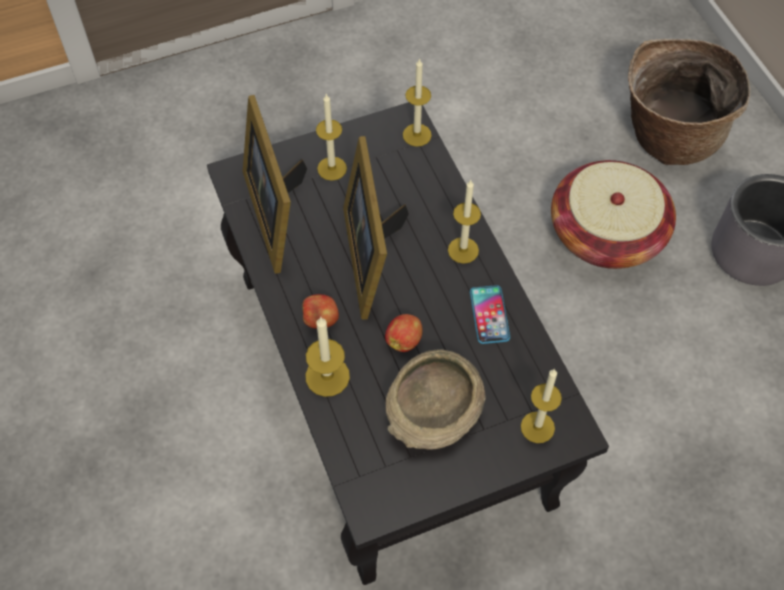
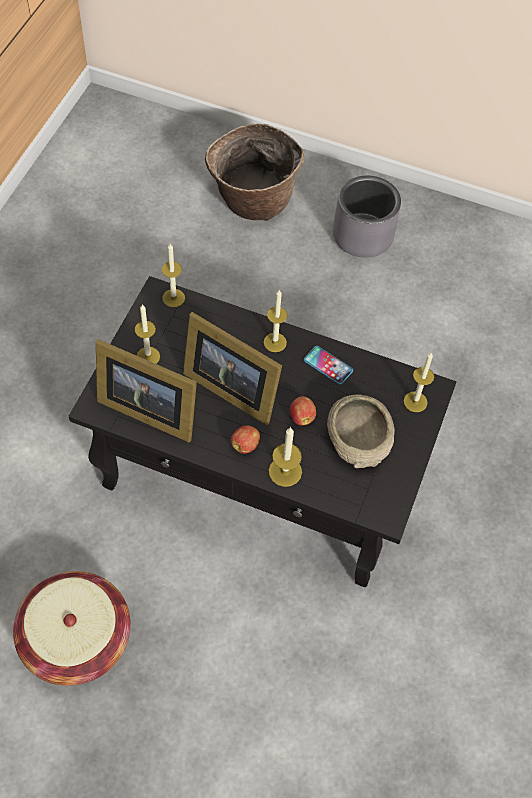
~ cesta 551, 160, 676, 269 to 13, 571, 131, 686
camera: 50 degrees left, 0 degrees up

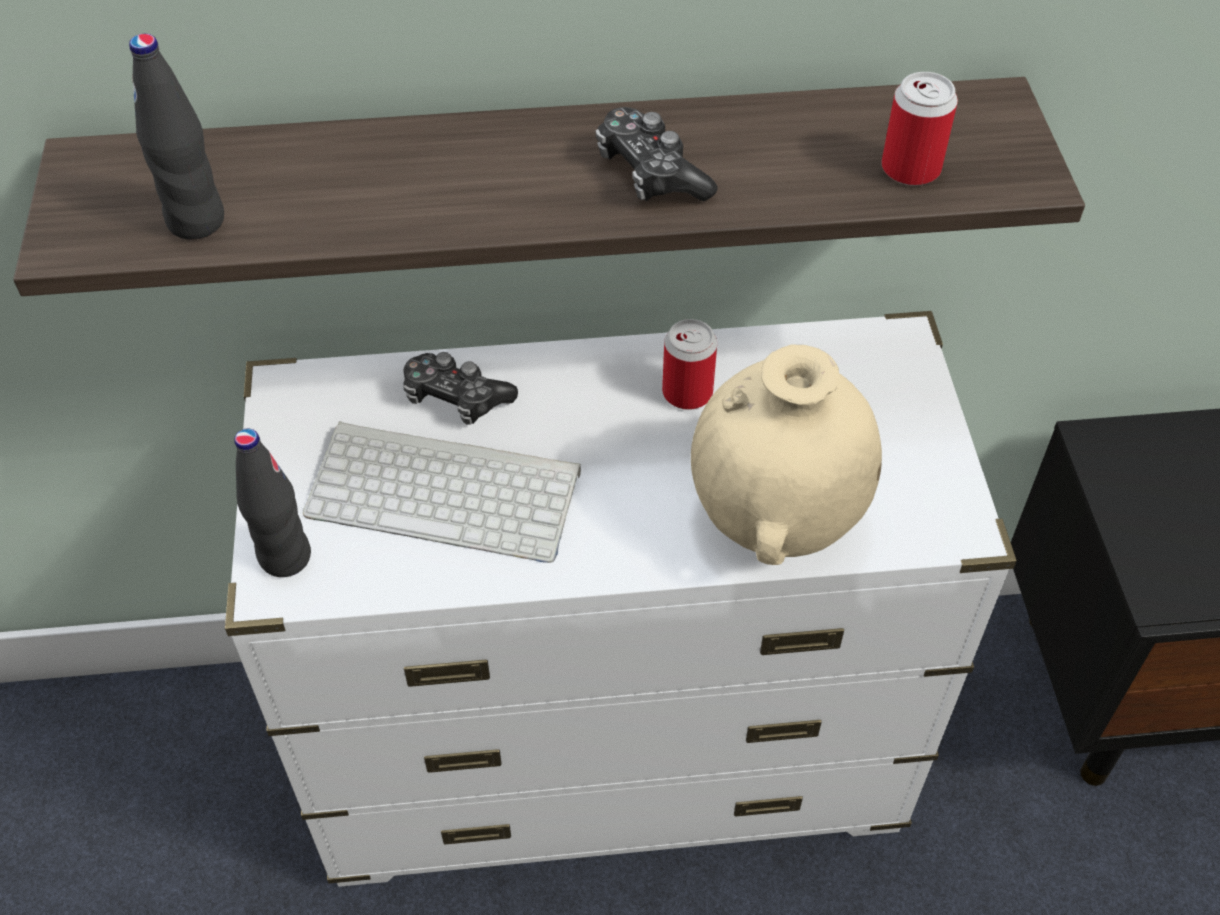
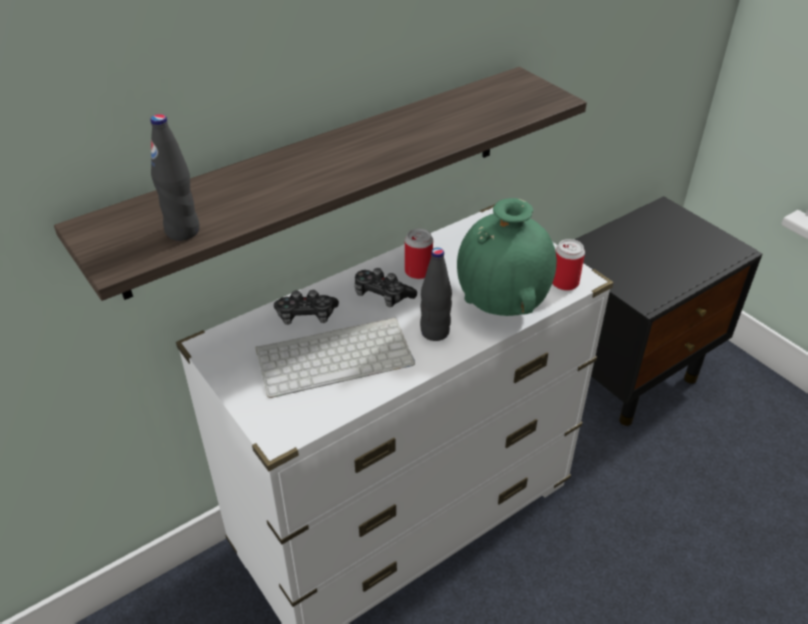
~ lata 881, 72, 958, 186 to 552, 239, 585, 291
~ mando de consola 596, 107, 718, 201 to 355, 268, 417, 307
~ florero (beis) 691, 345, 882, 565 to florero (verde) 457, 198, 557, 316
~ botella (negro) 234, 429, 311, 577 to 420, 248, 452, 341
camera: 30 degrees left, 10 degrees down

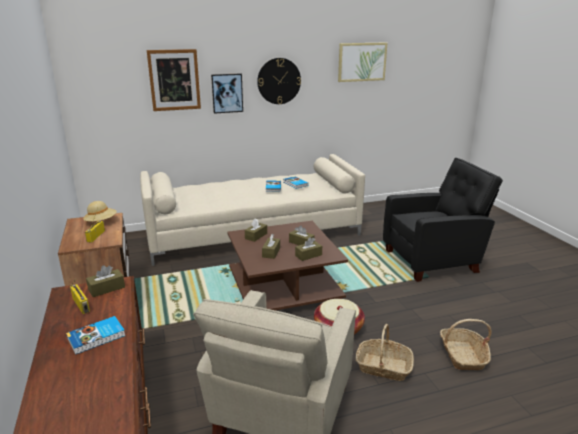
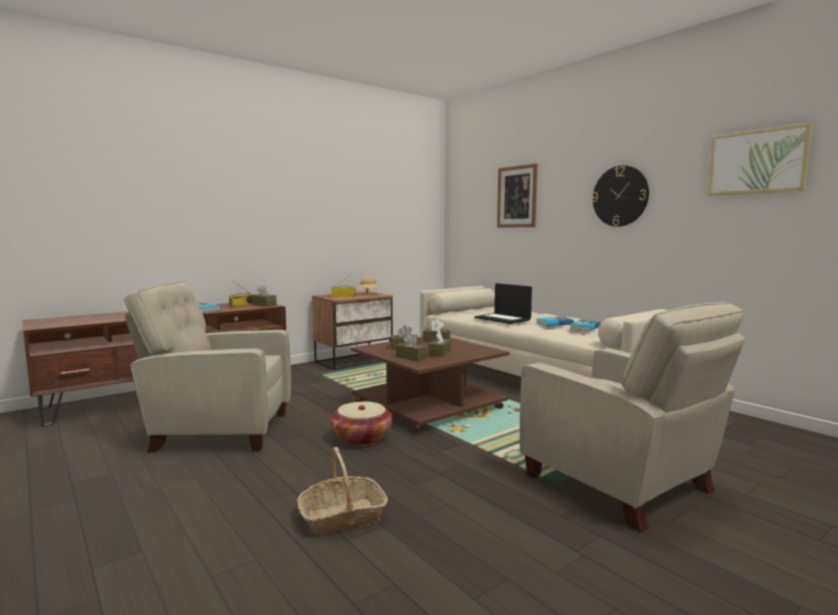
- cuadro 211, 73, 243, 114
~ sillón (negro) 383, 158, 503, 282 to sillón (beis) 520, 302, 745, 533
- cesta 356, 324, 414, 381
+ portátil 474, 283, 532, 324
camera: 70 degrees right, 15 degrees down

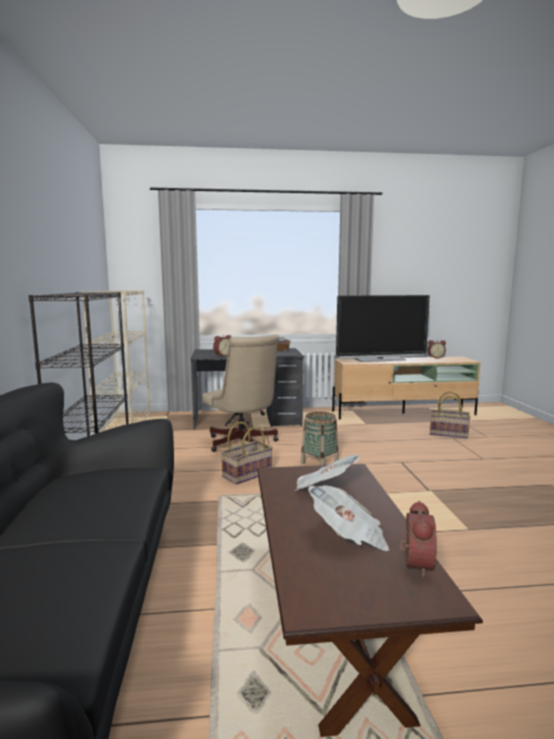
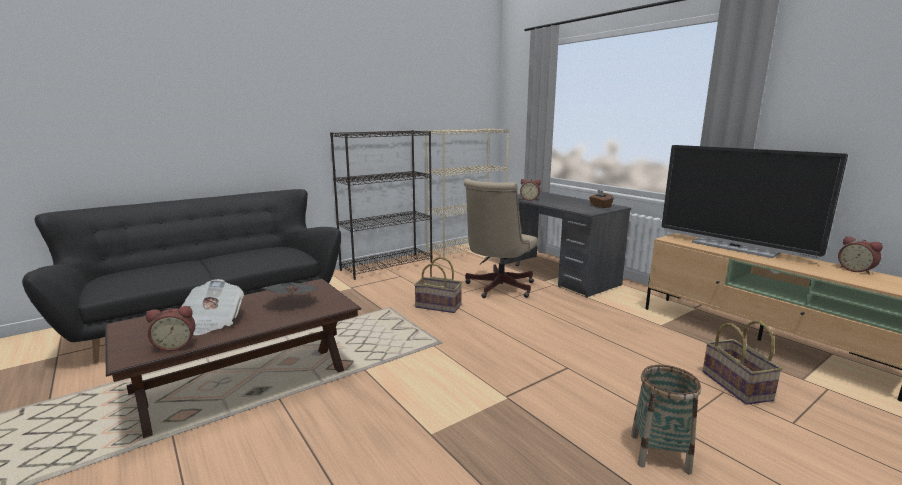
~ cesta 301, 412, 339, 465 to 631, 365, 701, 474
camera: 60 degrees right, 5 degrees up

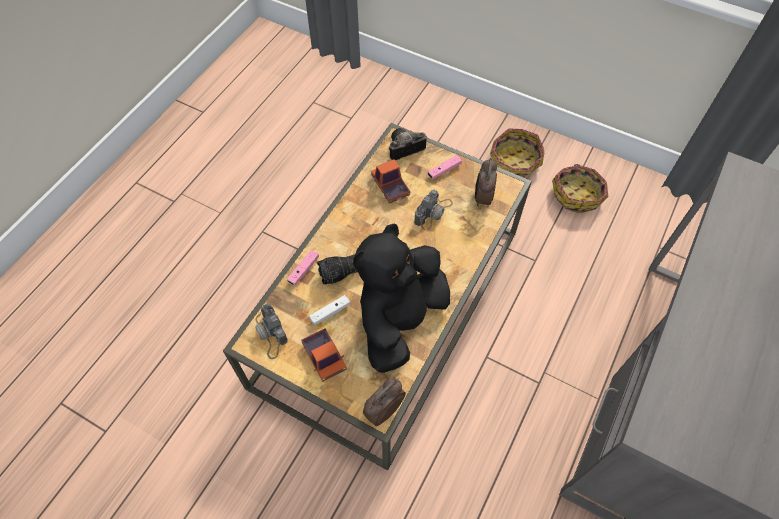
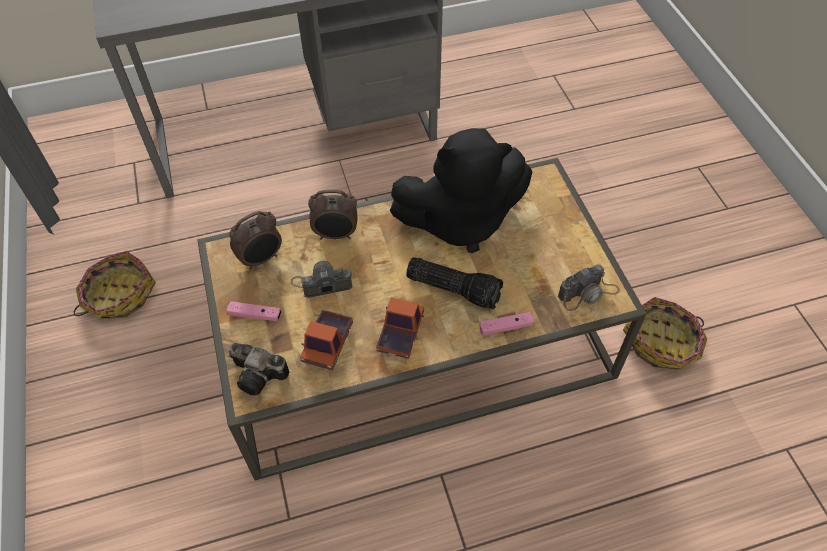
~ cesta 490, 128, 544, 176 to 623, 297, 707, 370
- mando de consola (blanco) 309, 295, 350, 325
~ cámara 255, 303, 288, 359 = 558, 265, 620, 311 45 degrees clockwise
~ camión de juguete 301, 328, 347, 382 to 376, 298, 424, 359
~ despertador 363, 378, 406, 426 to 308, 190, 358, 240
camera: 135 degrees left, 5 degrees down

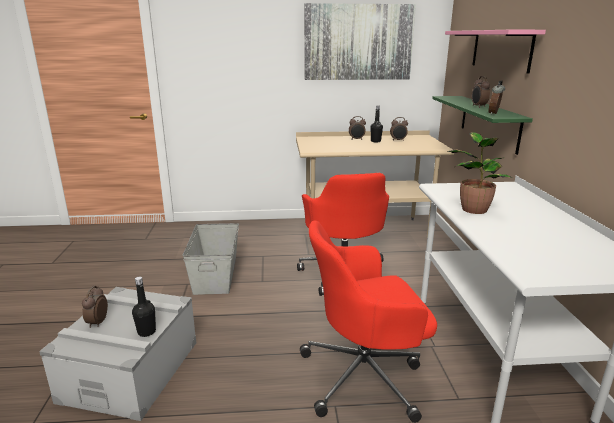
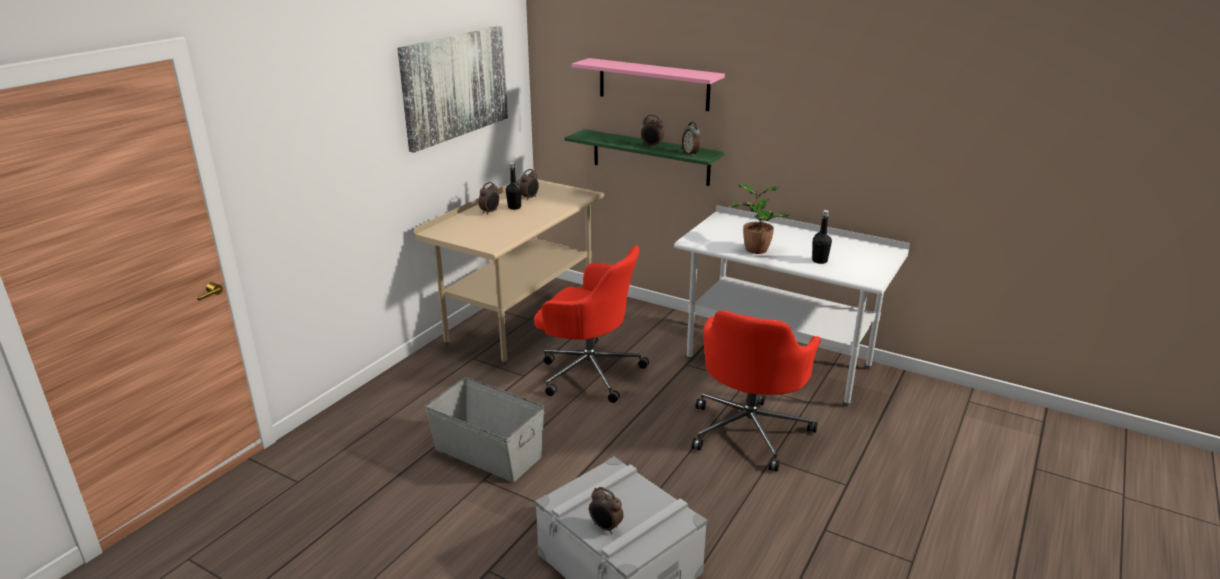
~ botella (negro) 132, 276, 156, 337 to 812, 210, 832, 264
camera: 55 degrees left, 5 degrees up

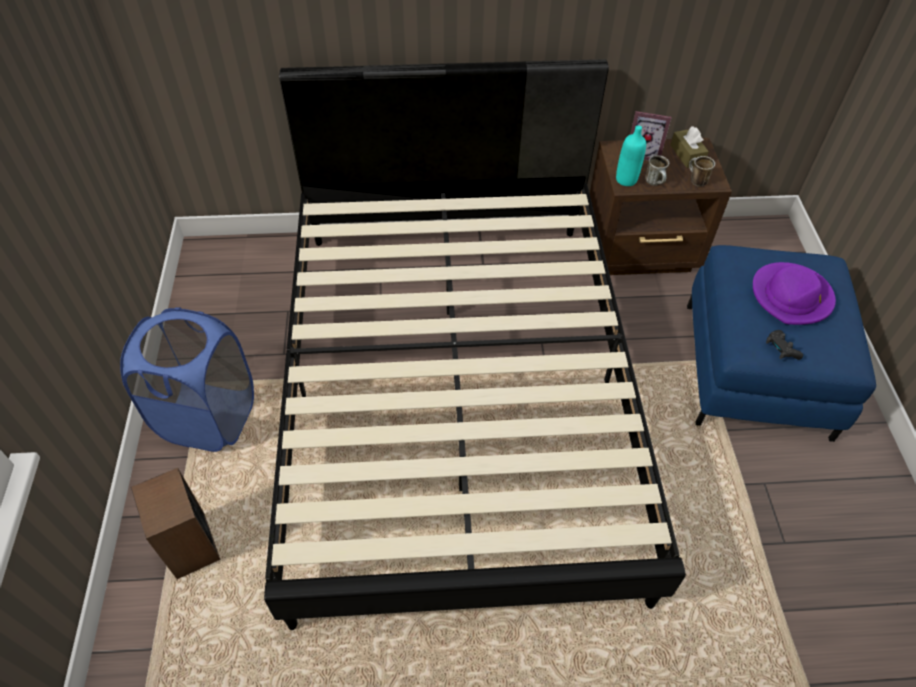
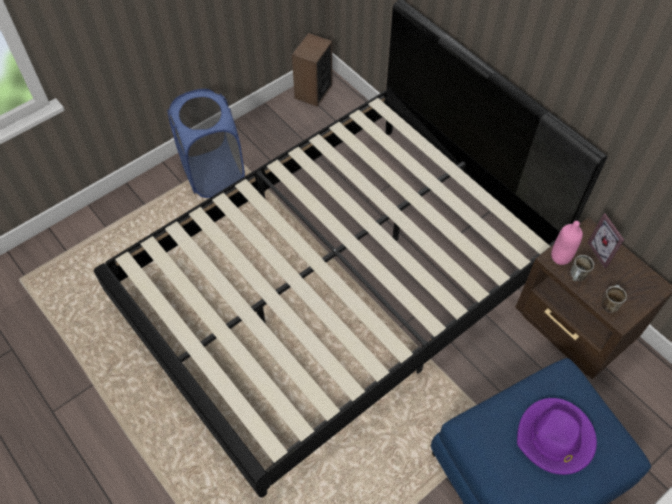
~ botella (turquesa) 616, 125, 646, 186 to botella (rosa) 551, 221, 583, 265
- caja de pañuelos (marrón) 671, 126, 709, 168
- mando de consola (negro) 766, 330, 803, 360
~ altavoz 131, 468, 221, 579 to 292, 33, 332, 107
camera: 55 degrees right, 5 degrees up

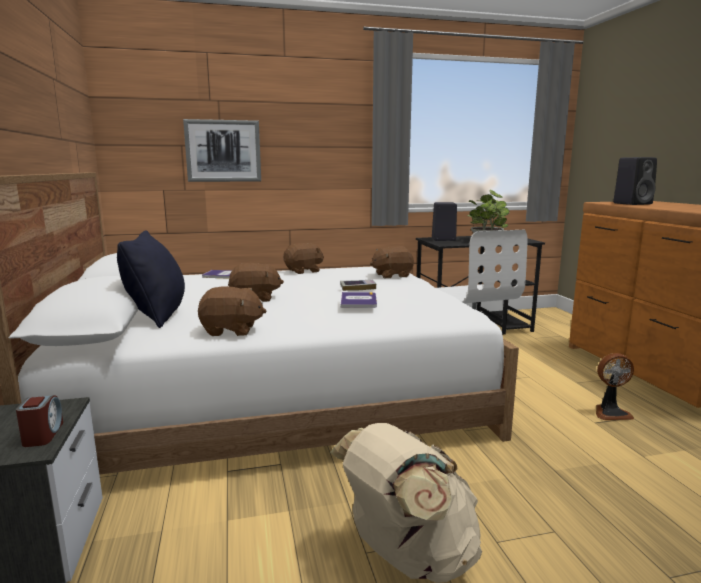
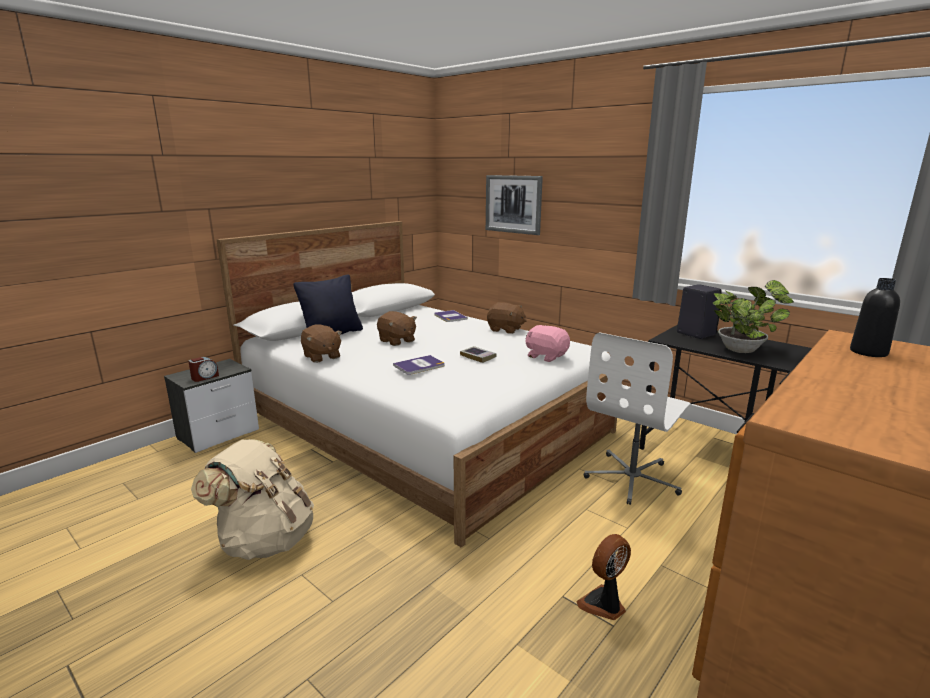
~ altavoz (negro) 613, 157, 657, 205 to botella (negro) 850, 278, 900, 357
~ peluche (marrón) 370, 246, 414, 279 to peluche (rosa) 525, 325, 570, 362
~ ventilador 596, 353, 634, 420 = 576, 534, 631, 620 90 degrees clockwise
camera: 55 degrees right, 5 degrees up

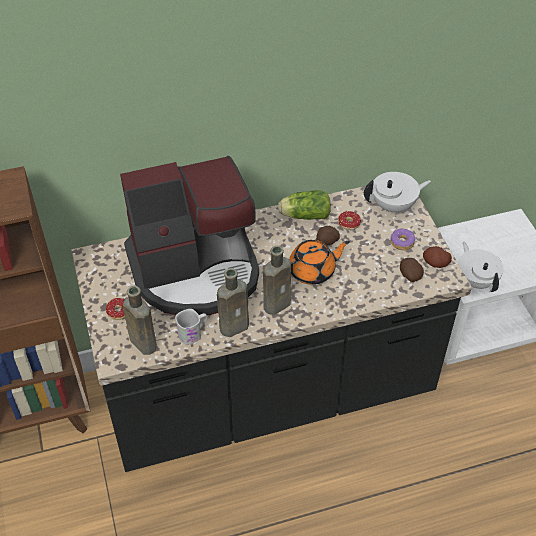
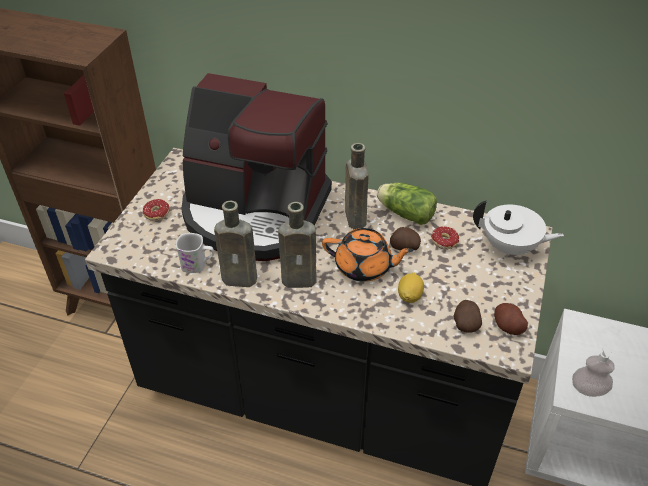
- rosquilla 391, 228, 415, 250
~ tetera (blanco) 458, 242, 504, 292 to dispensador de jabón 572, 346, 615, 397
~ botella (marrón) 123, 286, 157, 355 to 345, 143, 368, 229
+ limón 398, 273, 424, 303
camera: 35 degrees right, 5 degrees down

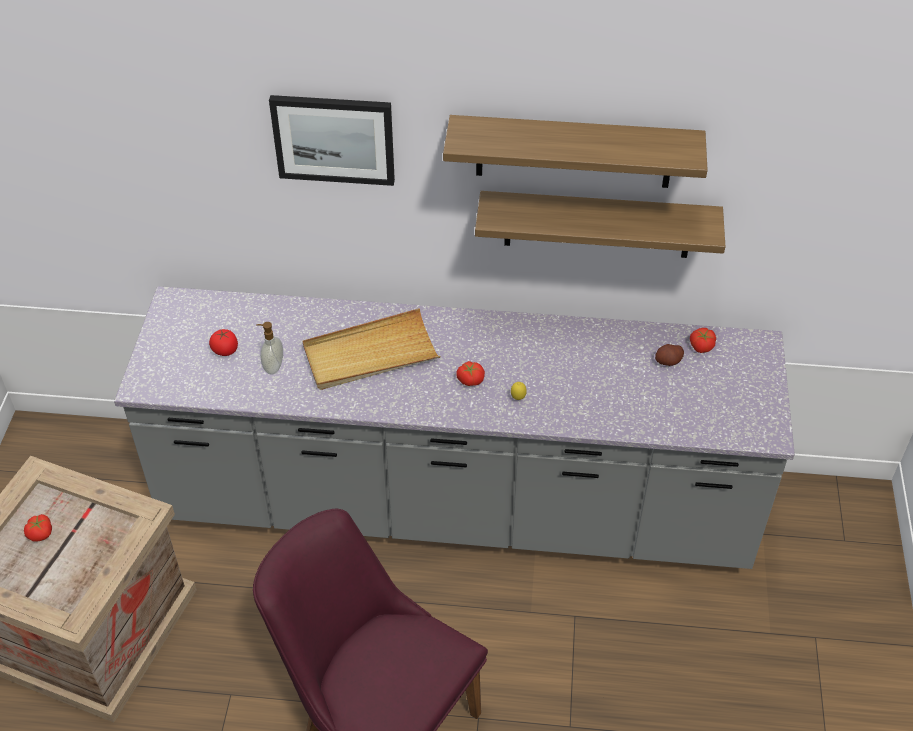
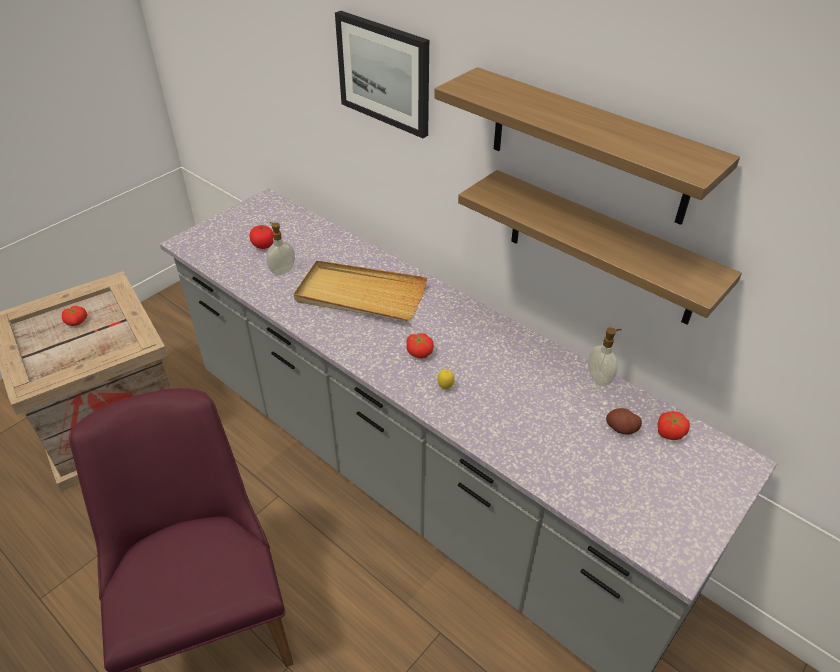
+ dispensador de jabón 588, 328, 622, 386
camera: 35 degrees right, 5 degrees down

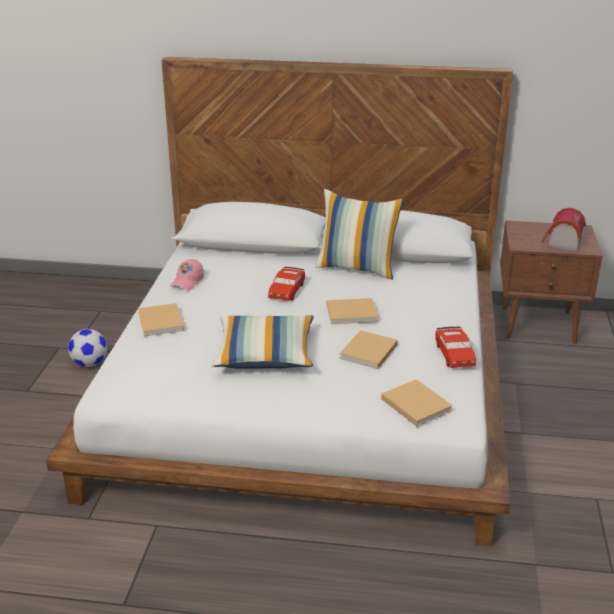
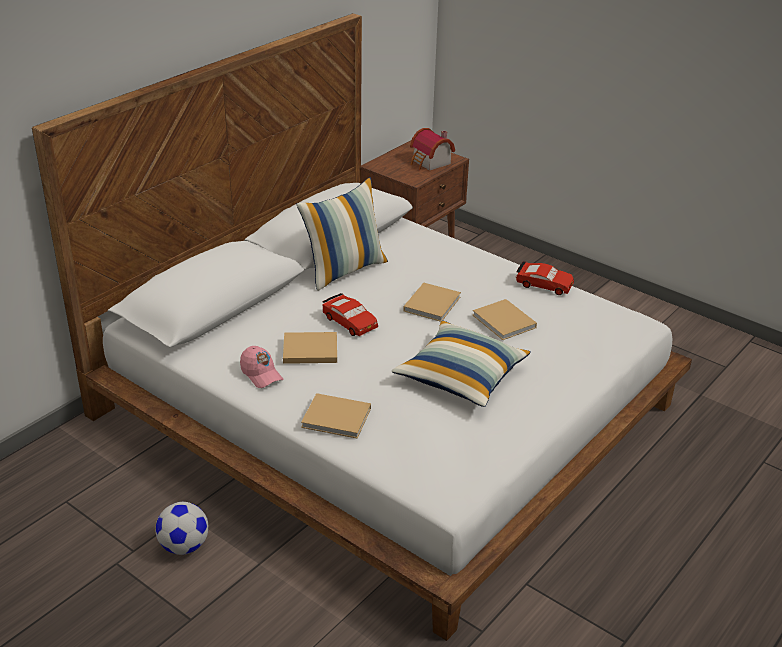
~ libro (beis) 381, 379, 453, 427 to 283, 332, 337, 364
camera: 60 degrees left, 5 degrees up

